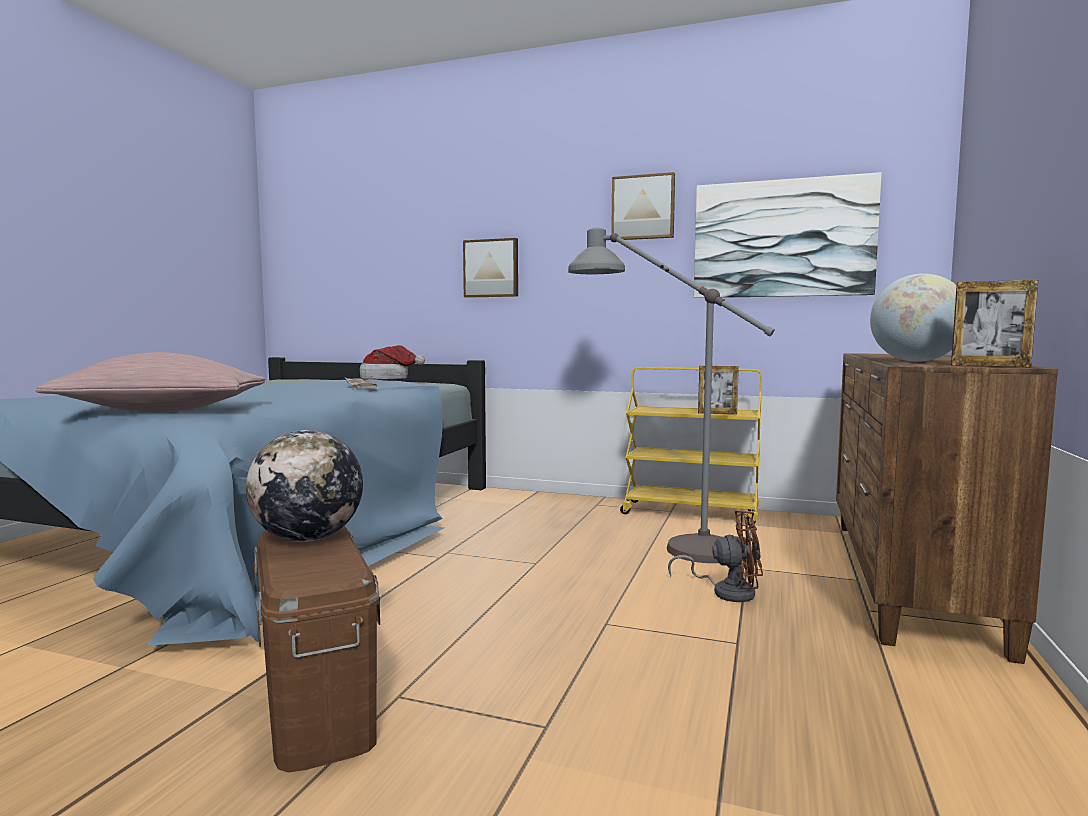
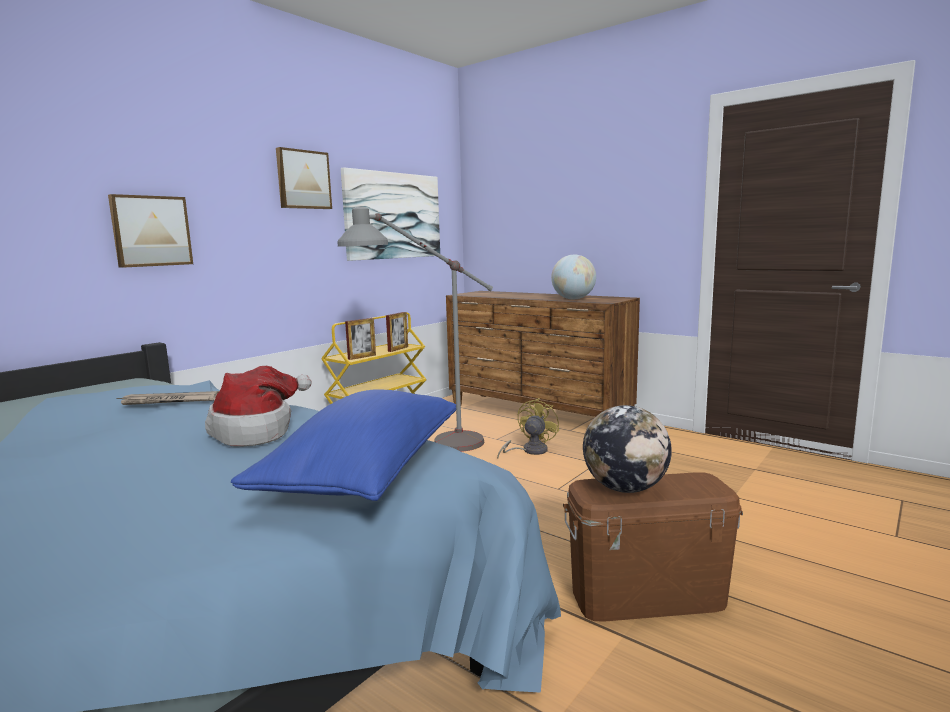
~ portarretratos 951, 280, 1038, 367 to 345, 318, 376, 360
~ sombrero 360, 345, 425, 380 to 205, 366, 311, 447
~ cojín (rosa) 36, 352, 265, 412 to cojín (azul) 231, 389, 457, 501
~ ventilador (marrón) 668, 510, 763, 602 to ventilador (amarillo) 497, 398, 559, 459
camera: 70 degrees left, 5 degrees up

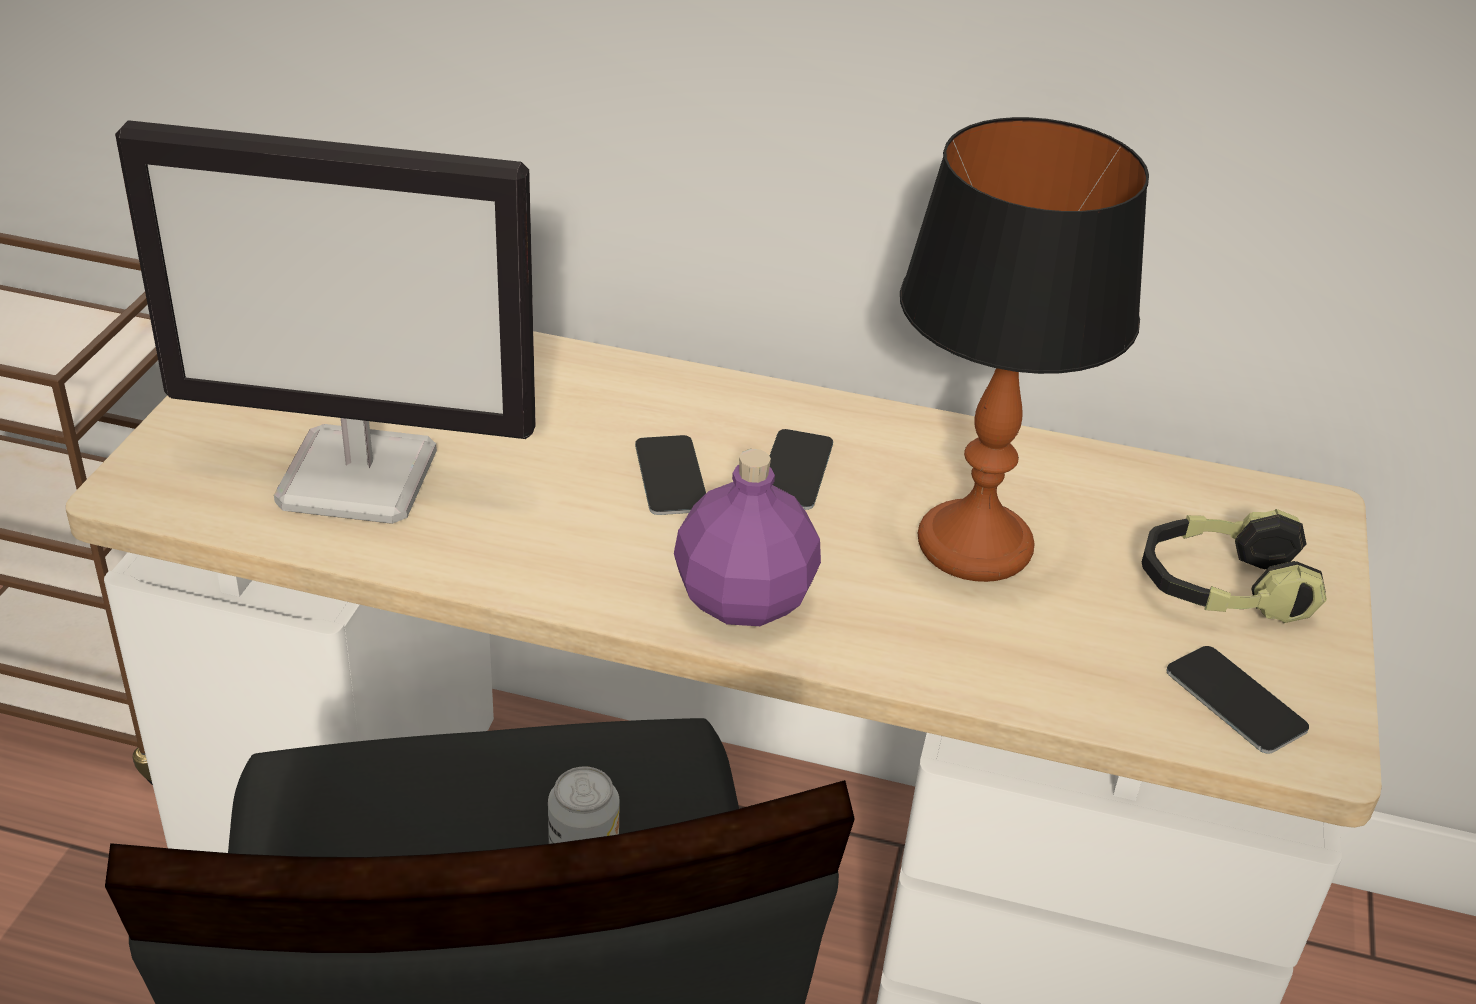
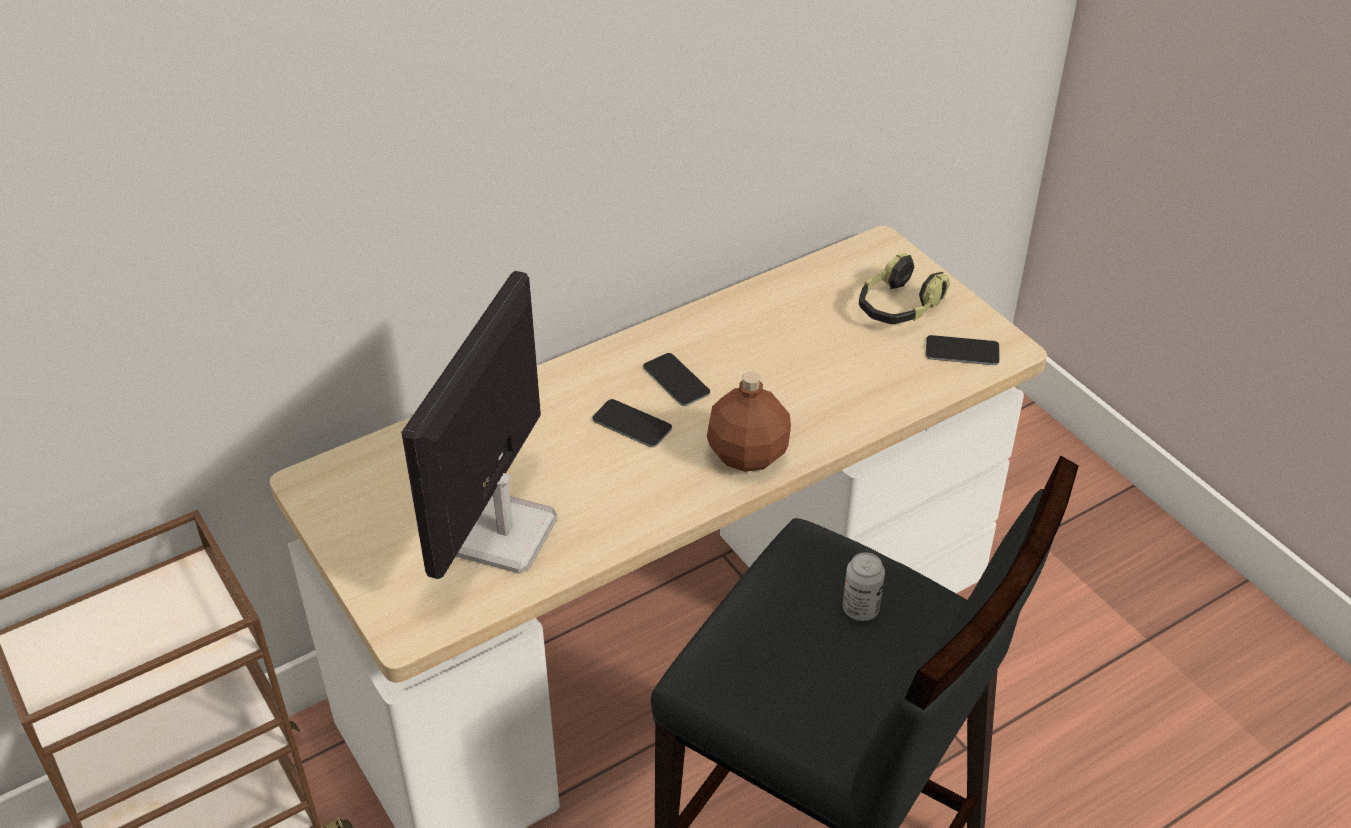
- lámpara de mesa 900, 117, 1149, 582
~ monitor 115, 120, 536, 524 = 401, 271, 557, 579 150 degrees clockwise
~ botella (morado) 674, 449, 821, 626 to botella (marrón) 707, 371, 791, 472
camera: 45 degrees left, 5 degrees up

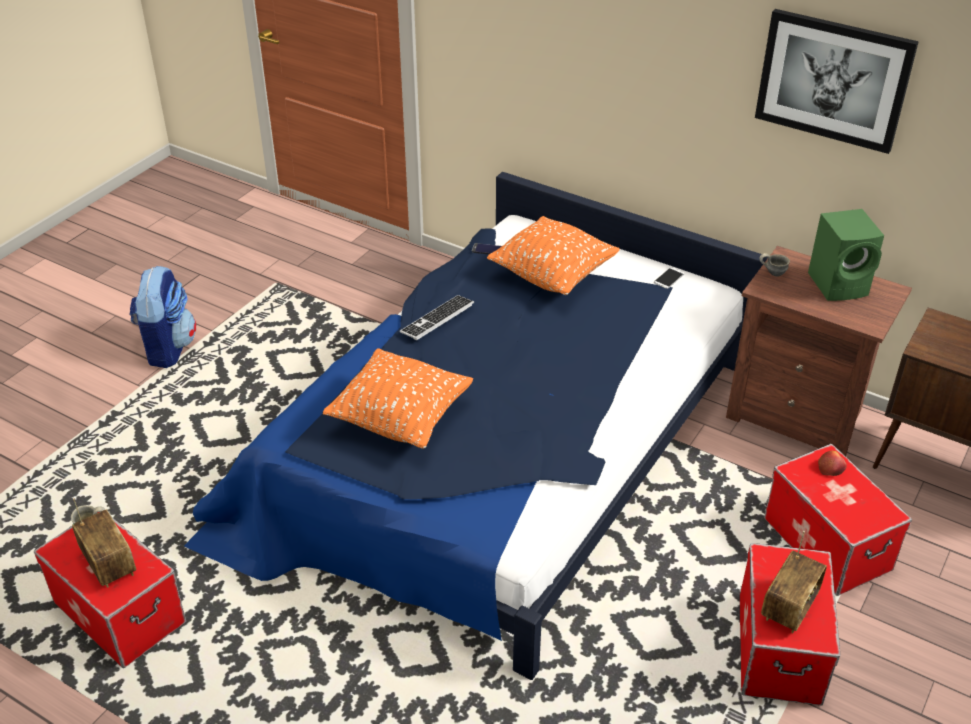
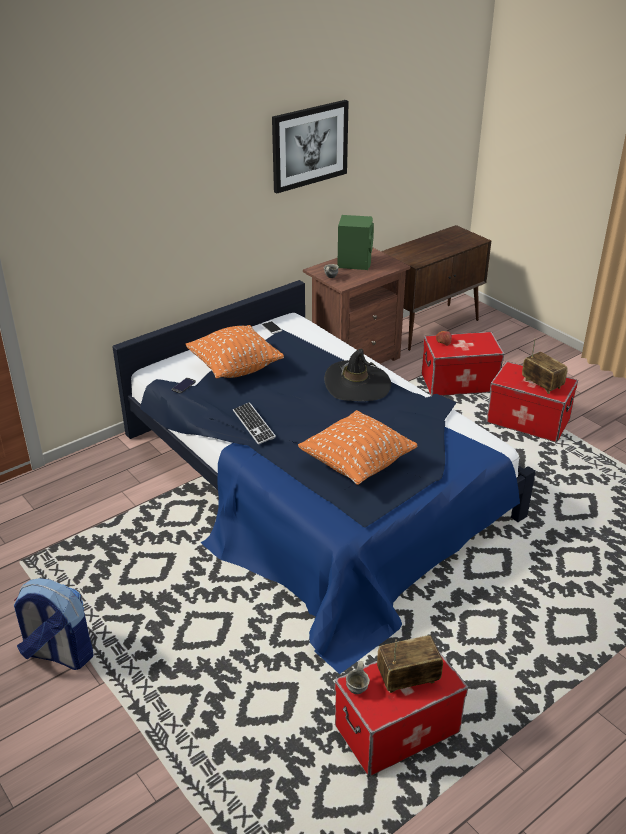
+ sombrero (negro) 324, 349, 391, 401
camera: 70 degrees left, 5 degrees down

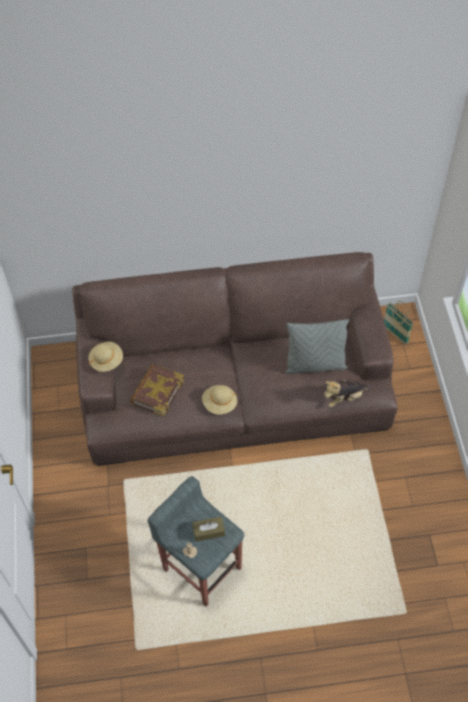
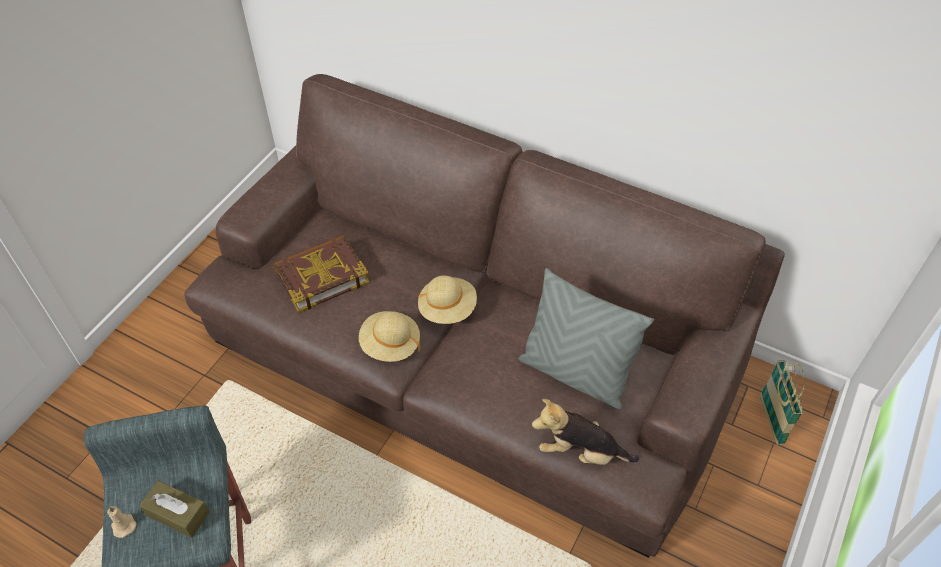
~ sombrero (beis) 89, 342, 123, 372 to 418, 276, 477, 324
camera: 35 degrees right, 5 degrees down

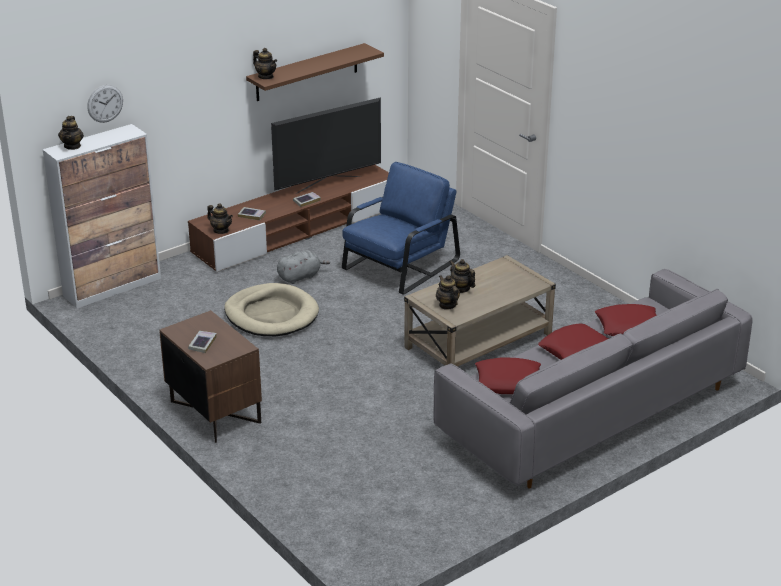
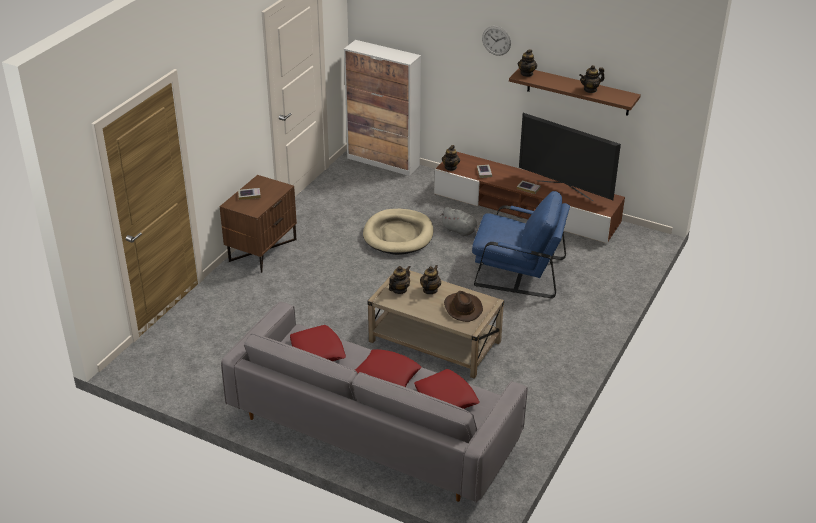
~ reloj de pared 87, 85, 123, 123 to 482, 26, 511, 56
~ tetera 58, 116, 84, 150 to 579, 65, 605, 93
+ sombrero (marrón) 444, 291, 483, 322
camera: 65 degrees right, 5 degrees up

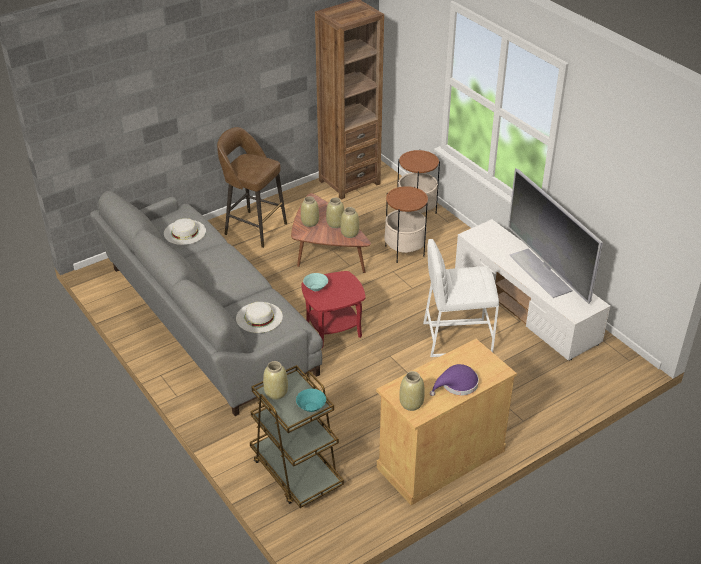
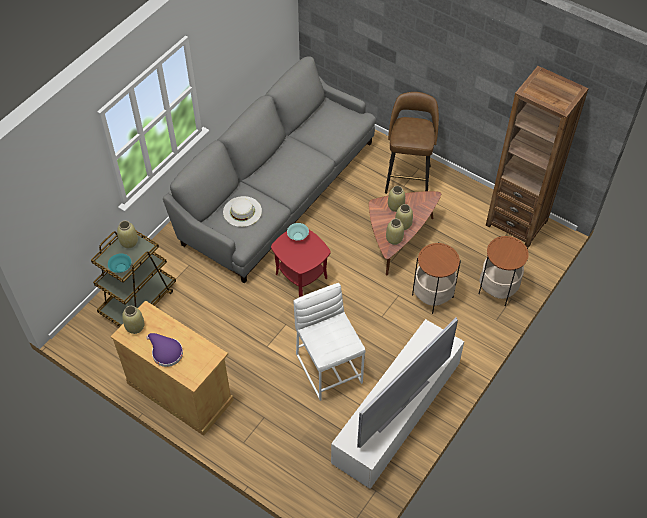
- sombrero (blanco) 164, 218, 206, 245
camera: 70 degrees right, 15 degrees up

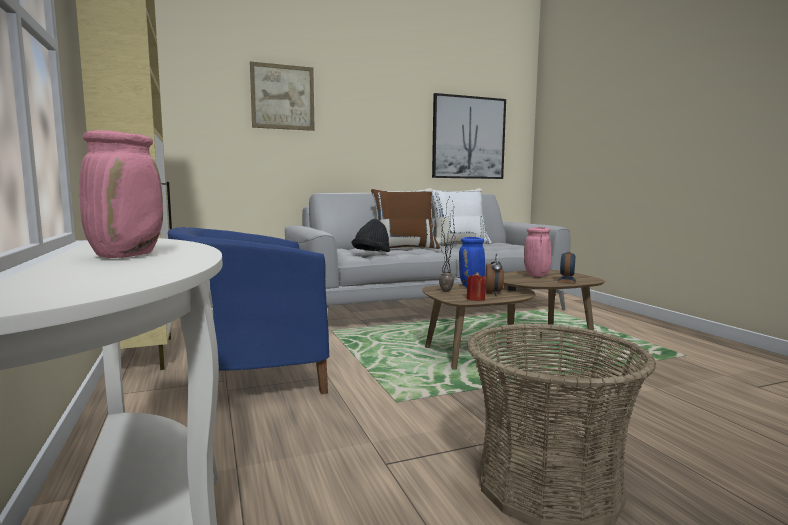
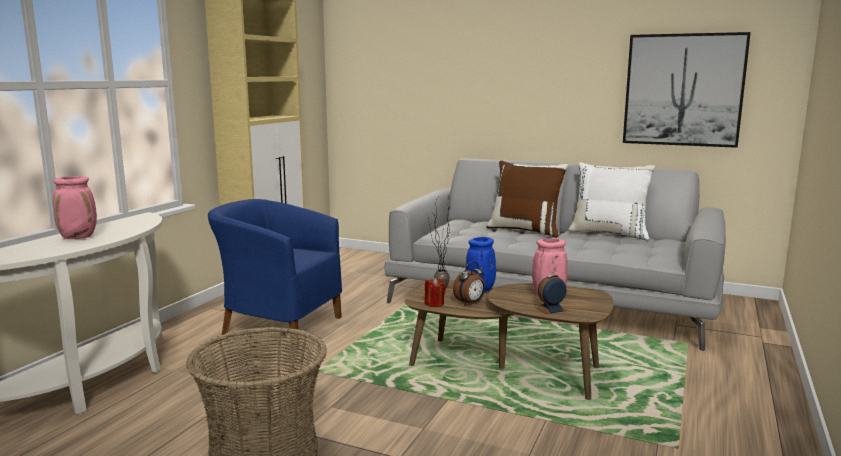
- cuadro 250, 61, 315, 131
- sombrero (negro) 352, 219, 390, 252
camera: 45 degrees right, 5 degrees up

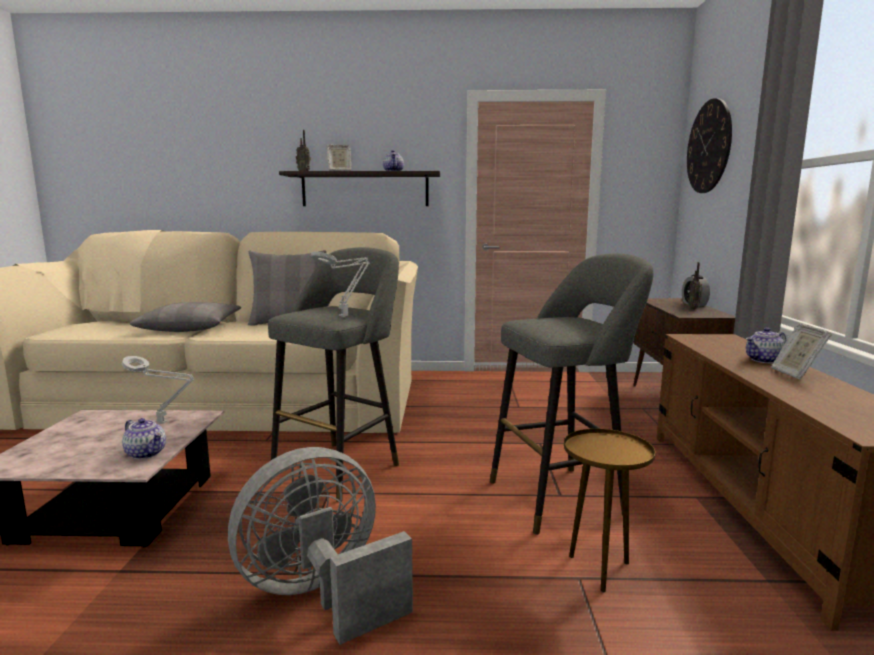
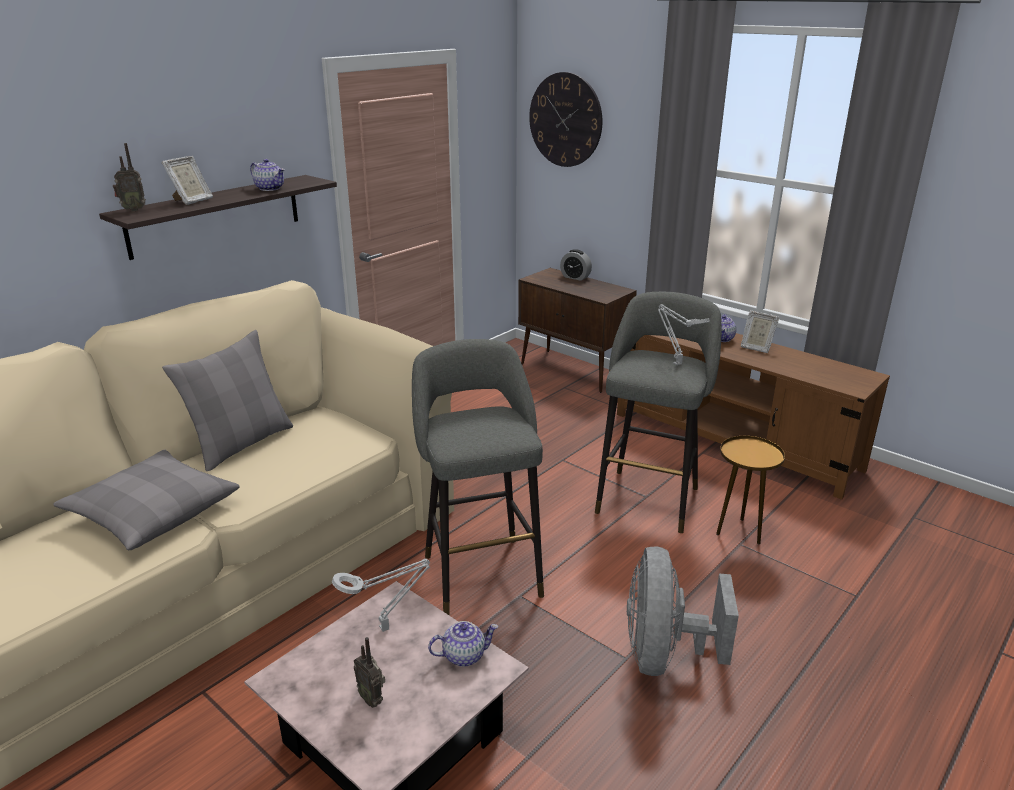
~ lámpara de mesa (gris) 311, 252, 370, 317 to 658, 304, 710, 365
~ radio 688, 262, 704, 310 to 354, 637, 385, 708
camera: 50 degrees left, 15 degrees up

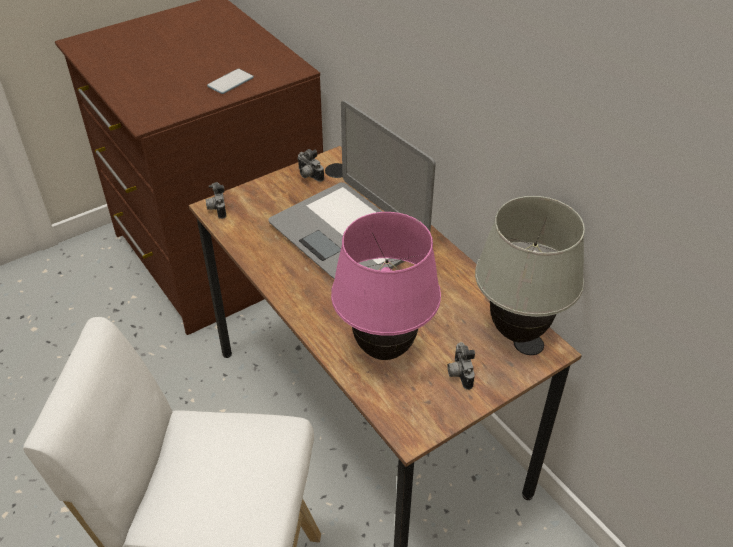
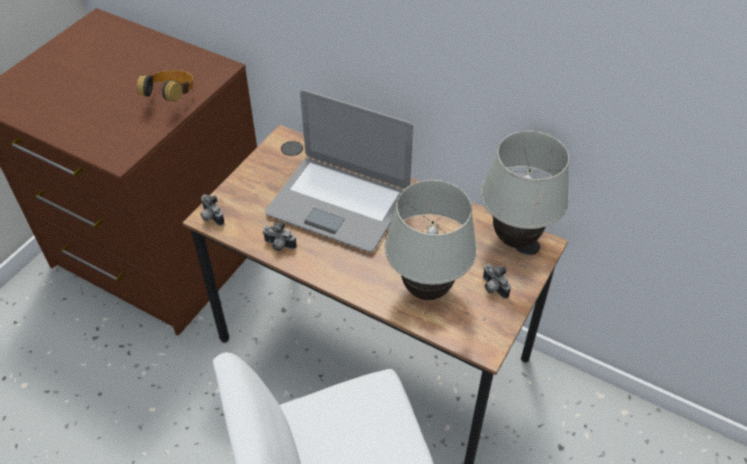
~ móvil 207, 69, 254, 94 to auriculares 137, 70, 193, 102
~ cámara 297, 149, 324, 182 to 262, 221, 297, 251
~ lámpara de mesa (rosa) 331, 212, 441, 360 to lámpara de mesa (blanco) 385, 180, 477, 300
camera: 25 degrees left, 5 degrees up

